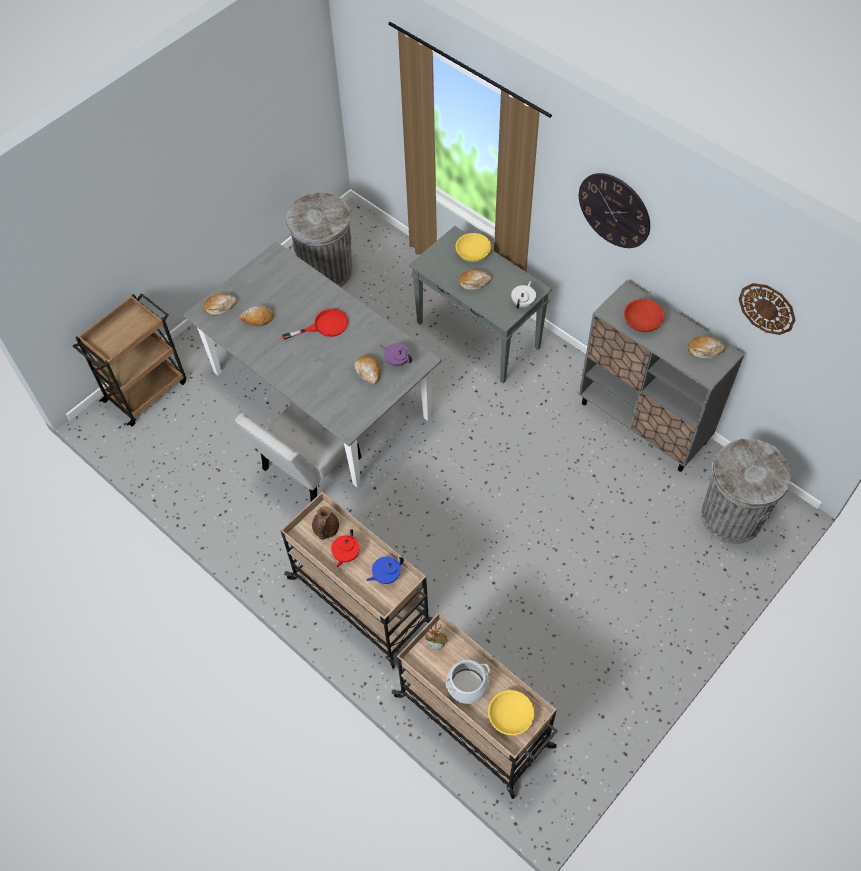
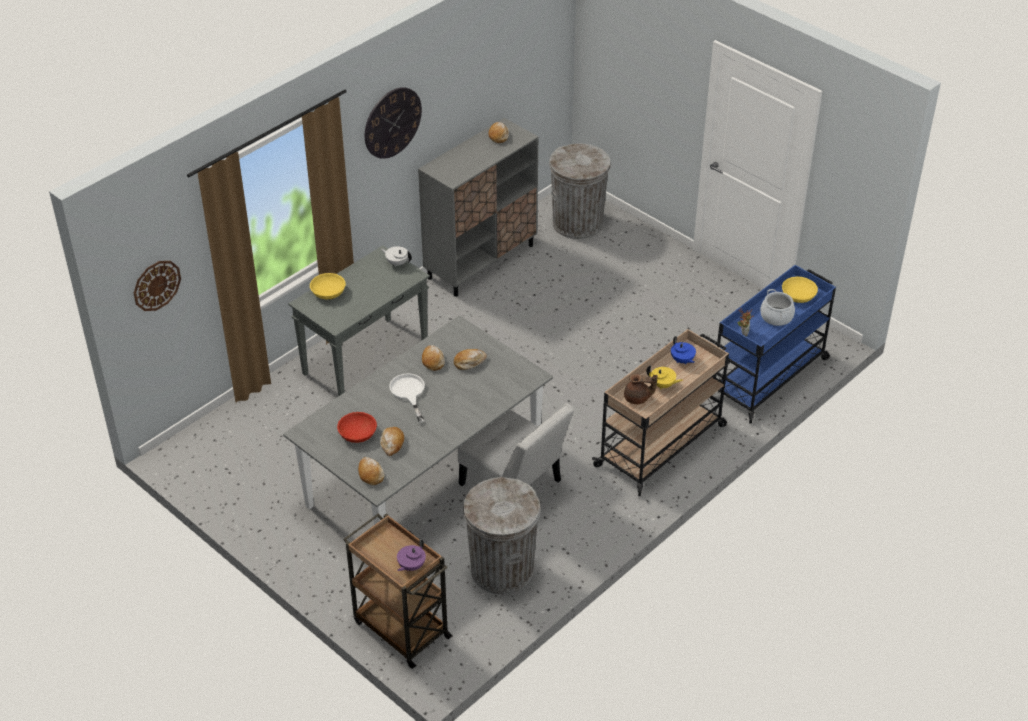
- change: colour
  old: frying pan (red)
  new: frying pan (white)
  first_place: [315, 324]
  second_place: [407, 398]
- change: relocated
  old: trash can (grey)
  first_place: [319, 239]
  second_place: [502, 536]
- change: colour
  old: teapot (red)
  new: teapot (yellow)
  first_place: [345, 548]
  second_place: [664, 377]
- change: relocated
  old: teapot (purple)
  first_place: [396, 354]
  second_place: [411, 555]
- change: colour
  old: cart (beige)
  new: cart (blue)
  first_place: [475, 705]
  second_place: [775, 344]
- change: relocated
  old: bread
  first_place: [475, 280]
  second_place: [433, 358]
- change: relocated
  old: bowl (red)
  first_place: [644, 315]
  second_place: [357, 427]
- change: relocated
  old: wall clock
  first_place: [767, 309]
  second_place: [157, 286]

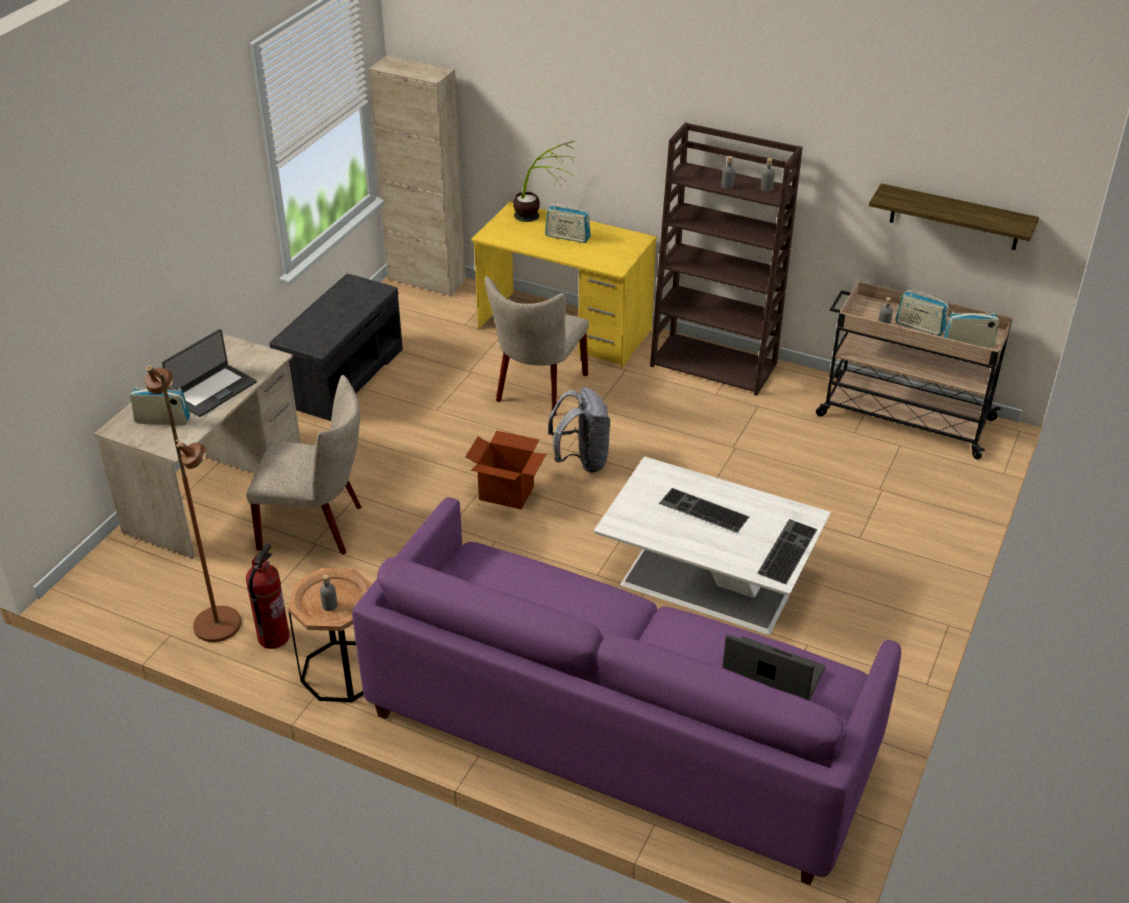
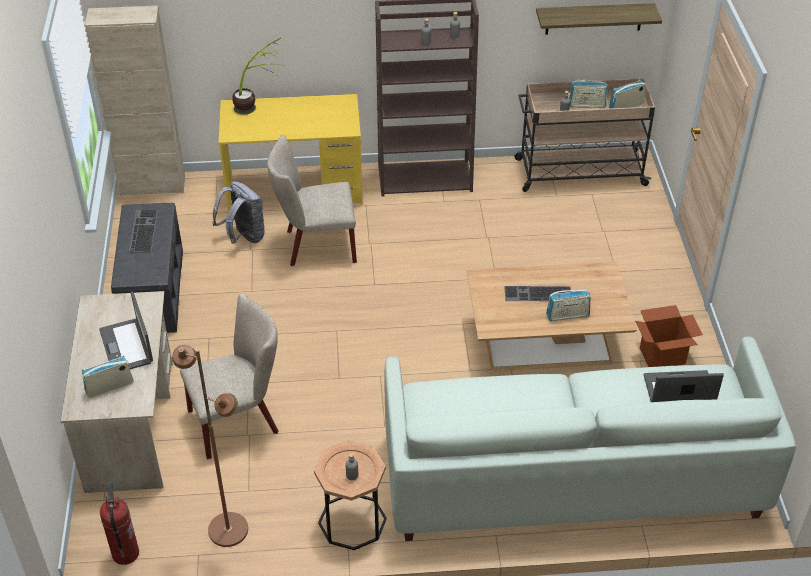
- change: spun
  old: laptop
  first_place: [209, 373]
  second_place: [126, 330]
  degrees: 150
- change: relocated
  old: fire extinguisher
  first_place: [268, 596]
  second_place: [119, 523]
- change: colour
  old: sofa (purple)
  new: sofa (white)
  first_place: [626, 691]
  second_place: [590, 438]
- change: relocated
  old: cardboard box
  first_place: [505, 469]
  second_place: [669, 336]
- change: spun
  old: chair (beige)
  first_place: [537, 346]
  second_place: [312, 200]
  degrees: 90
- change: relocated
  old: radio
  first_place: [568, 222]
  second_place: [568, 305]
- change: relocated
  old: backpack (grey)
  first_place: [579, 430]
  second_place: [238, 212]
- change: colour
  old: coffee table (white)
  new: coffee table (brown)
  first_place: [712, 545]
  second_place: [552, 316]
- change: relocated
  old: keyboard
  first_place: [787, 551]
  second_place: [143, 231]

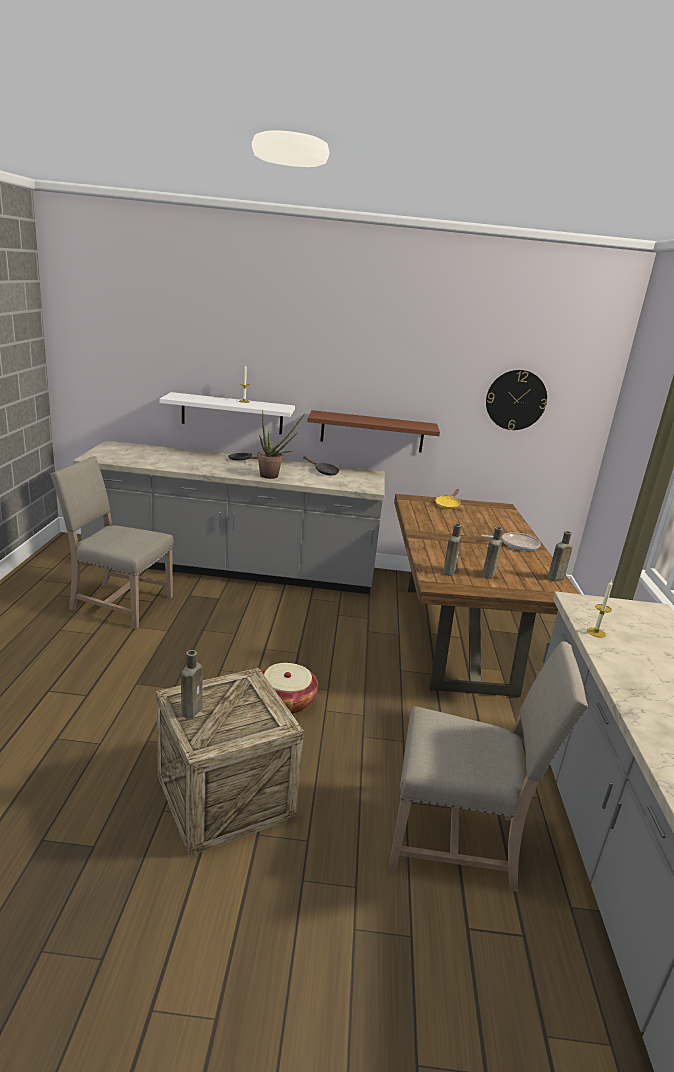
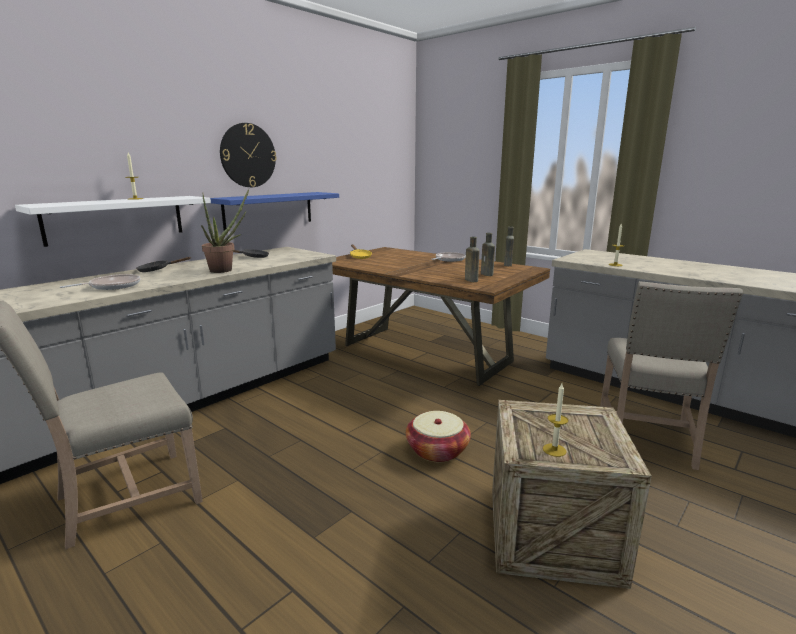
- change: exchanged
  old: bottle (brown)
  new: candle
  first_place: [192, 684]
  second_place: [555, 420]
- change: colour
  old: shelf (brown)
  new: shelf (blue)
  first_place: [373, 431]
  second_place: [274, 211]
- change: spun
  old: chair (beige)
  first_place: [488, 766]
  second_place: [671, 375]
  degrees: 150
- change: relocated
  old: wall clock
  first_place: [516, 400]
  second_place: [248, 155]
- change: appeared
  new: frying pan
  second_place: [100, 282]

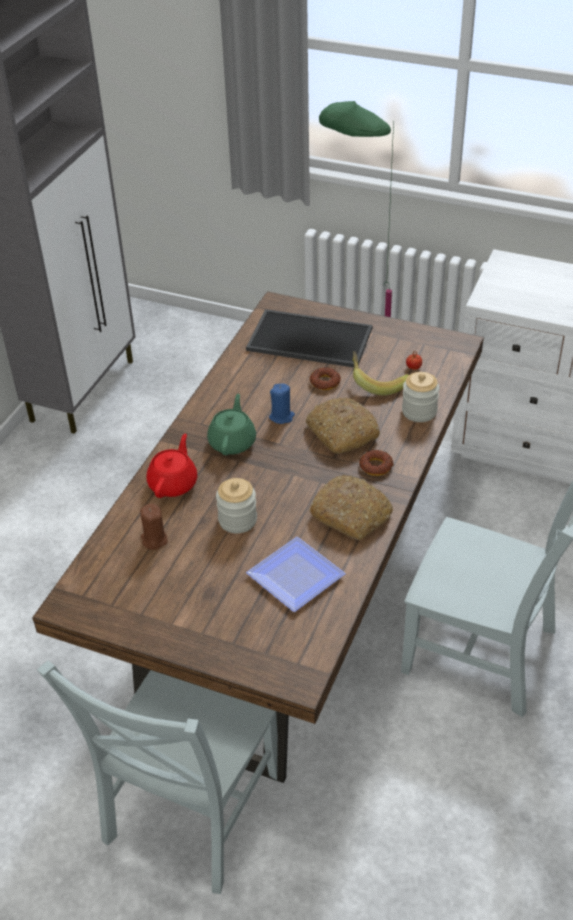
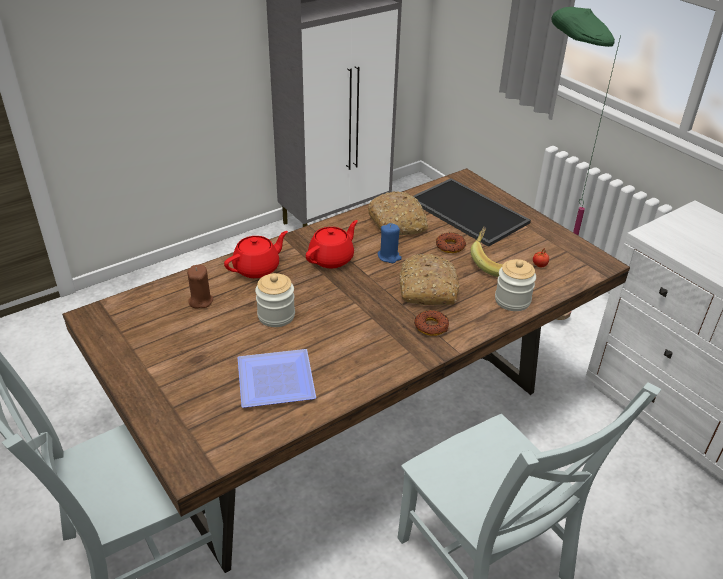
- change: colour
  old: teapot (green)
  new: teapot (red)
  first_place: [231, 424]
  second_place: [332, 244]
- change: relocated
  old: bread
  first_place: [351, 507]
  second_place: [398, 213]

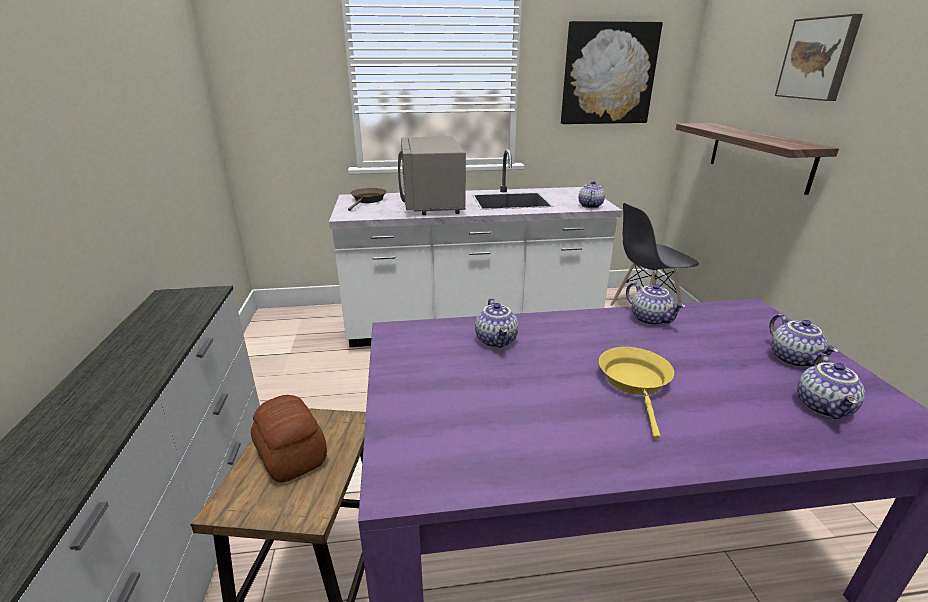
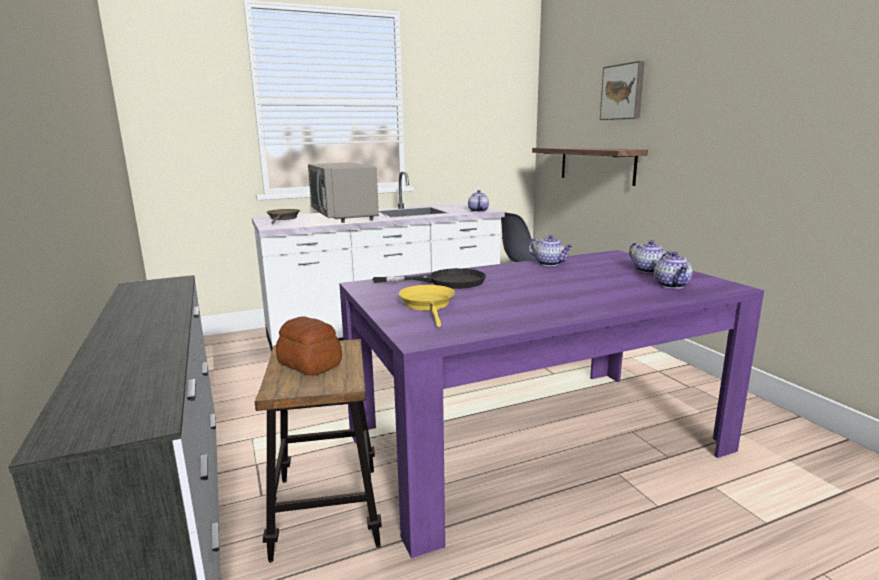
- change: exchanged
  old: teapot
  new: frying pan (black)
  first_place: [496, 323]
  second_place: [429, 278]
- change: missing
  old: picture
  first_place: [612, 72]
- change: relocated
  old: frying pan (yellow)
  first_place: [636, 393]
  second_place: [427, 306]

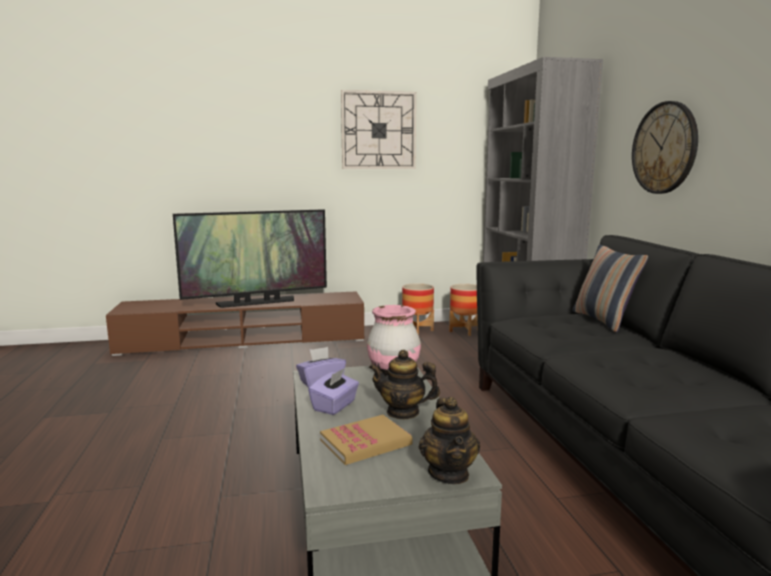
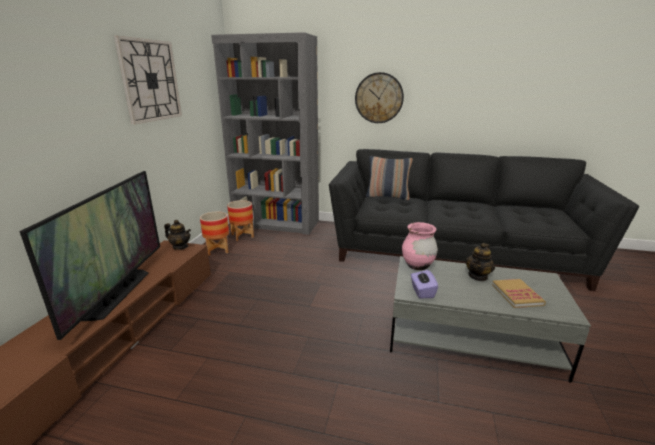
- change: missing
  old: tissue box (purple)
  first_place: [333, 391]
- change: relocated
  old: teapot
  first_place: [449, 440]
  second_place: [177, 235]

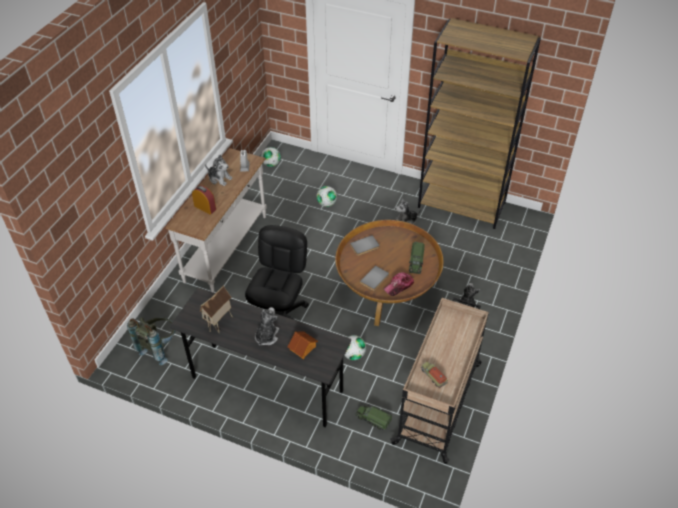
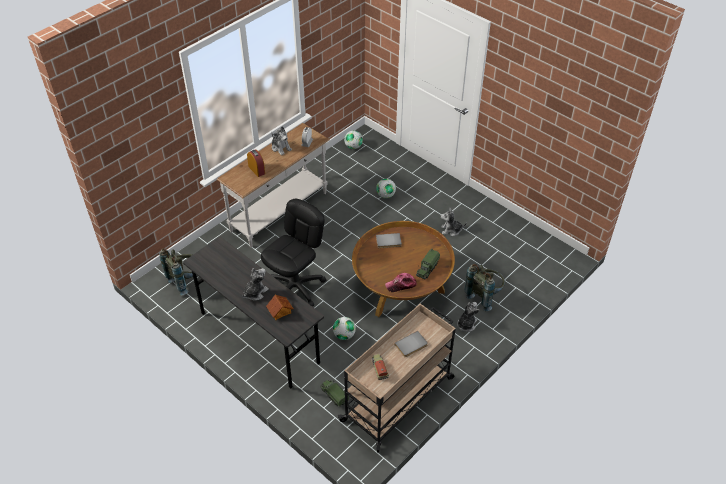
- change: missing
  old: toy house
  first_place: [216, 309]
- change: relocated
  old: book (grey)
  first_place: [374, 278]
  second_place: [411, 344]
- change: missing
  old: bookcase (brown)
  first_place: [479, 123]
- change: appeared
  new: backpack (grey)
  second_place: [484, 287]

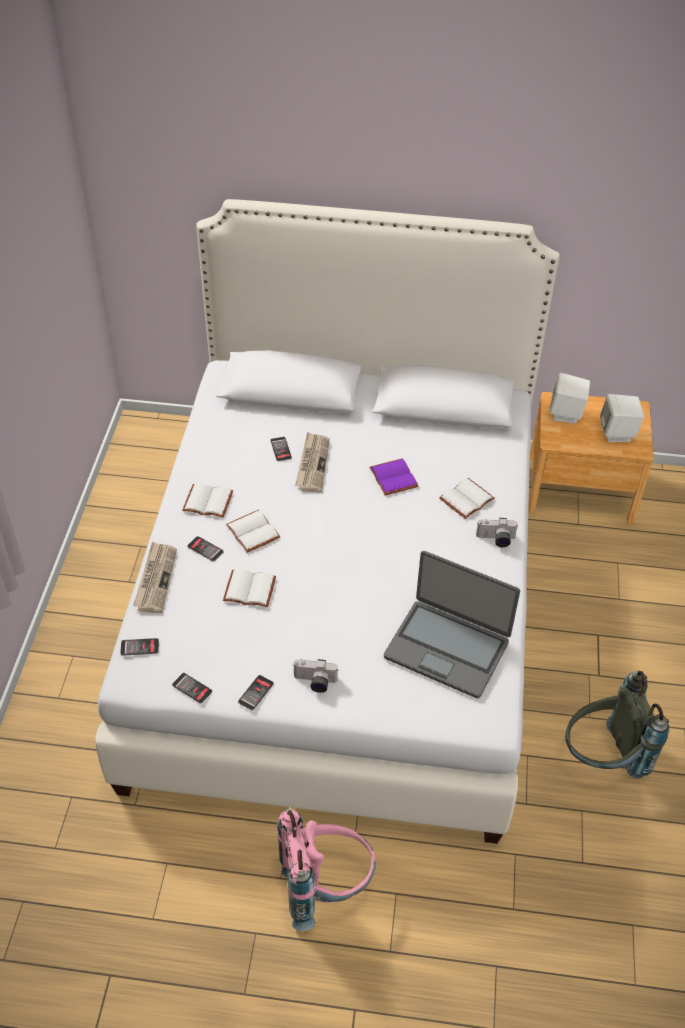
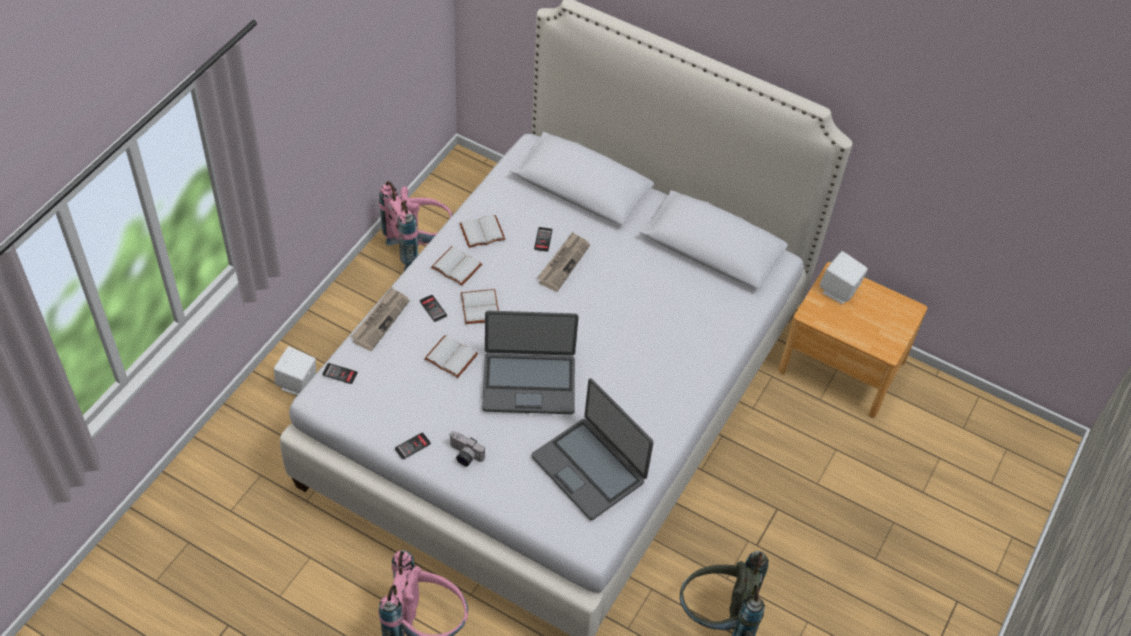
- change: missing
  old: phone
  first_place: [192, 688]
- change: missing
  old: book (purple)
  first_place: [393, 476]
- change: relocated
  old: book (white)
  first_place: [467, 498]
  second_place: [482, 231]
- change: missing
  old: photo camera
  first_place: [497, 532]
- change: relocated
  old: speaker (white)
  first_place: [622, 418]
  second_place: [295, 370]
- change: appeared
  new: backpack (pink)
  second_place: [416, 226]
- change: appeared
  new: laptop
  second_place: [530, 362]

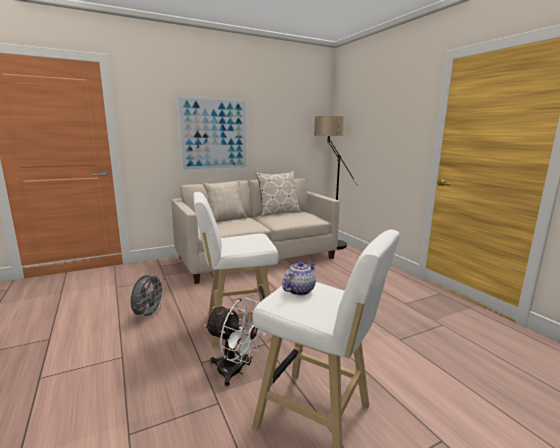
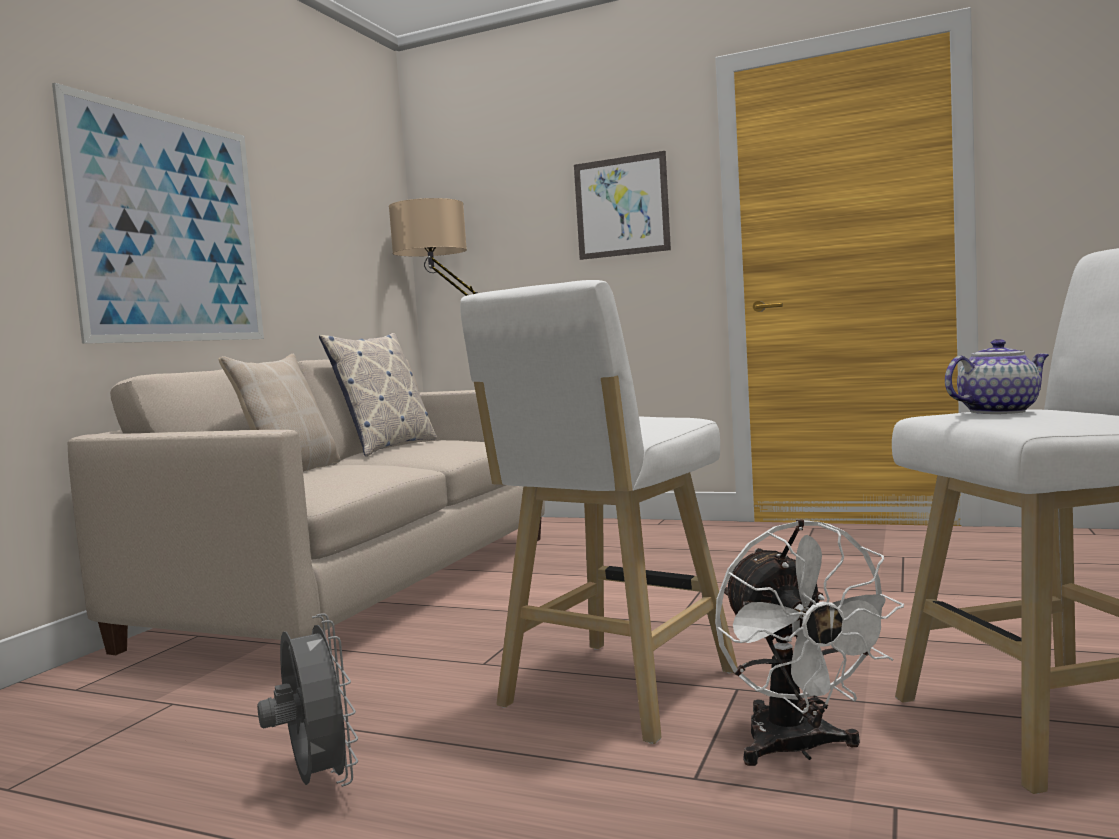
- change: spun
  old: fan (white)
  first_place: [235, 341]
  second_place: [809, 642]
  degrees: 90
- change: spun
  old: teapot
  first_place: [299, 279]
  second_place: [997, 376]
  degrees: 75
- change: appeared
  new: picture
  second_place: [622, 205]

